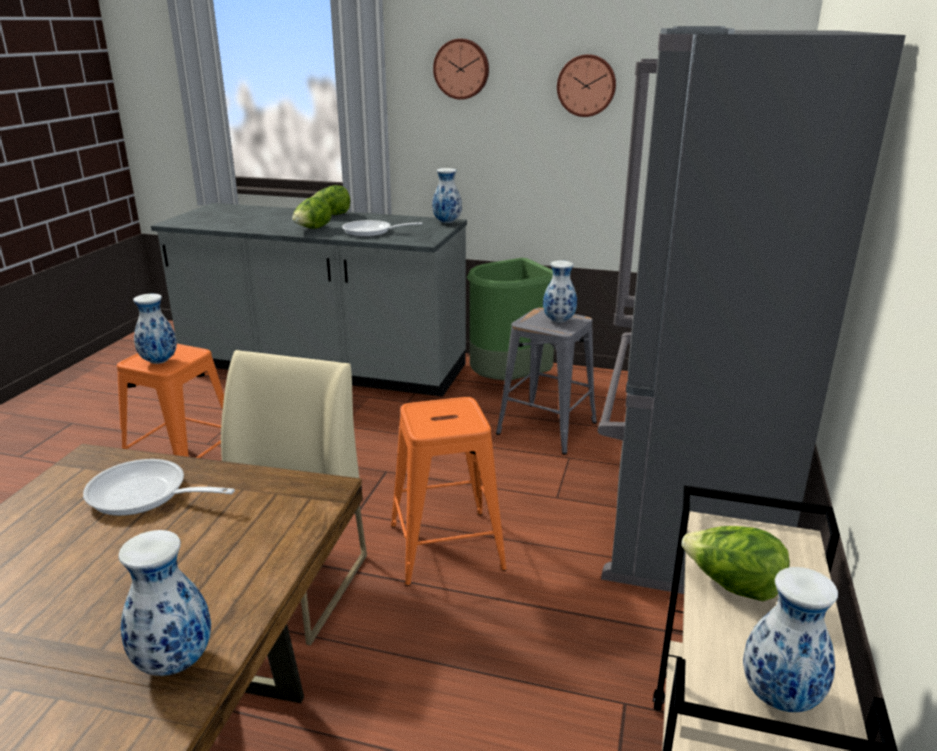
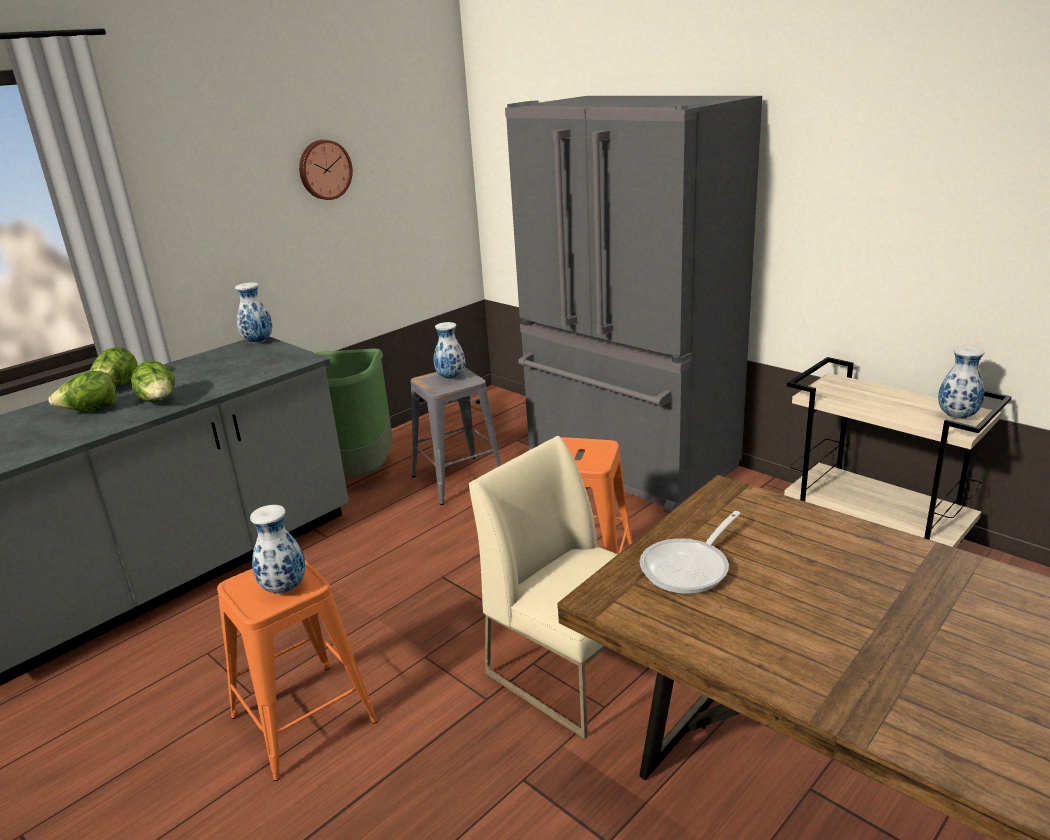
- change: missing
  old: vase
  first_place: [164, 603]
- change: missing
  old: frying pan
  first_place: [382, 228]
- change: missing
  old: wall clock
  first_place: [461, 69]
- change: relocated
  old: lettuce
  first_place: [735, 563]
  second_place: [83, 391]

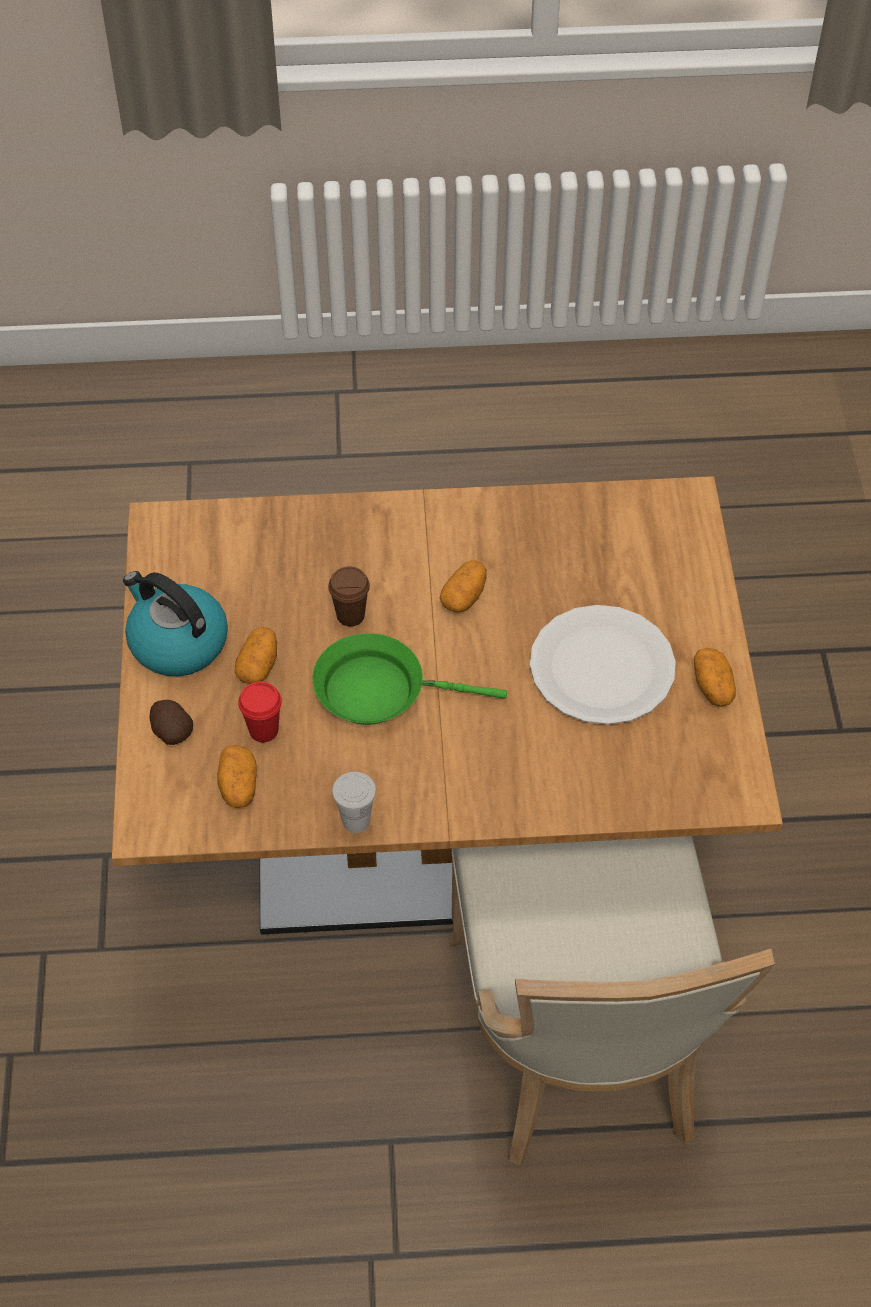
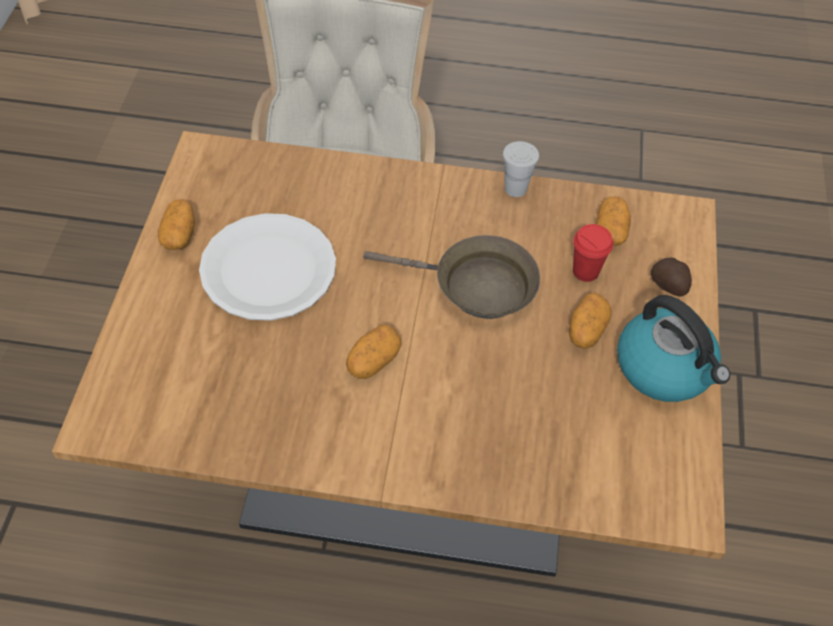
- change: colour
  old: frying pan (green)
  new: frying pan (brown)
  first_place: [410, 679]
  second_place: [451, 277]
- change: missing
  old: cup (brown)
  first_place: [349, 596]

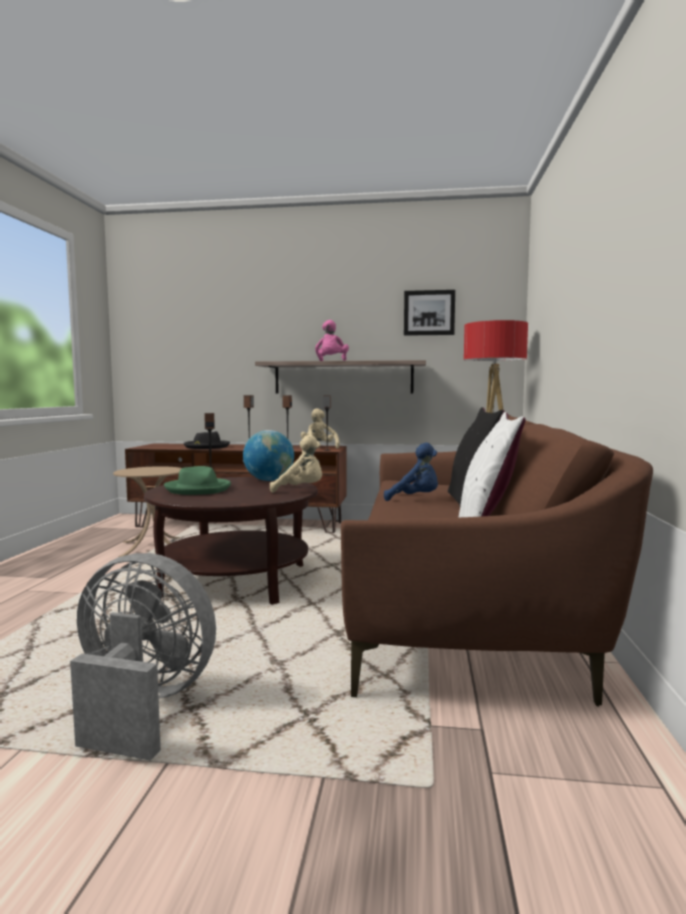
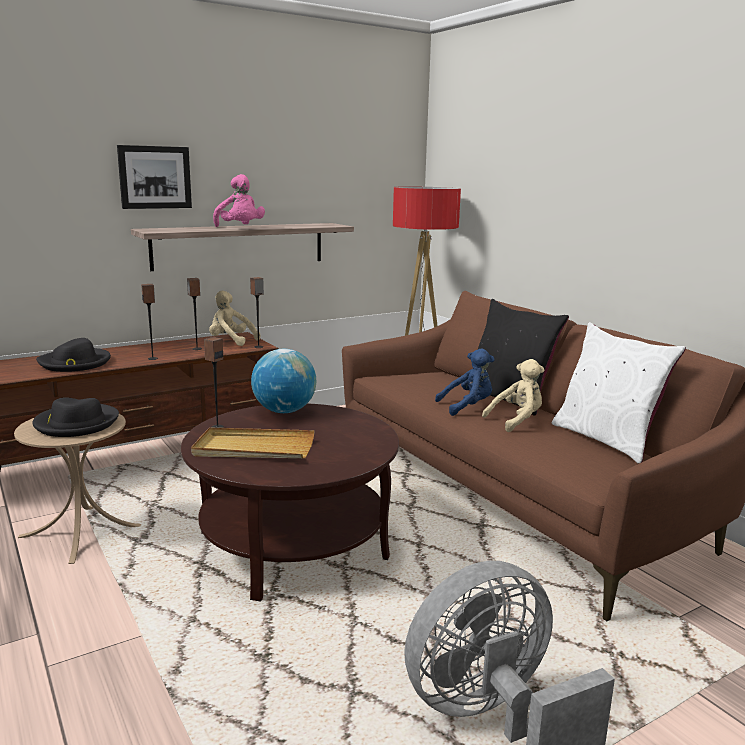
- change: exchanged
  old: hat (green)
  new: tray (beige)
  first_place: [197, 480]
  second_place: [252, 442]
- change: relocated
  old: plush toy (beige)
  first_place: [296, 464]
  second_place: [513, 395]
- change: relocated
  old: picture
  first_place: [429, 313]
  second_place: [154, 177]
- change: appeared
  new: hat (black)
  second_place: [75, 417]

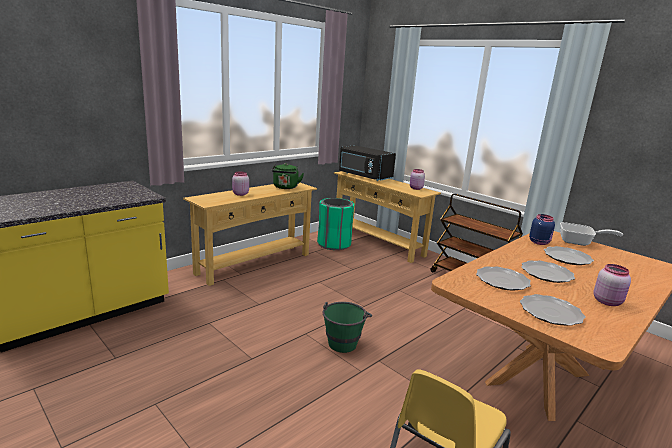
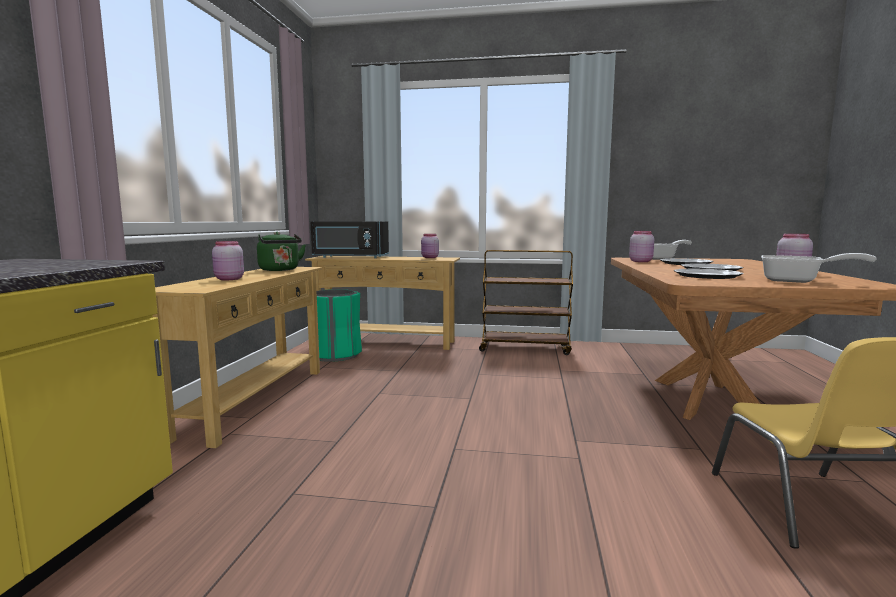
- change: missing
  old: bucket (green)
  first_place: [347, 327]
- change: exchanged
  old: plate
  new: frying pan
  first_place: [553, 310]
  second_place: [819, 268]
- change: colour
  old: jar (blue)
  new: jar (pink)
  first_place: [542, 229]
  second_place: [641, 246]

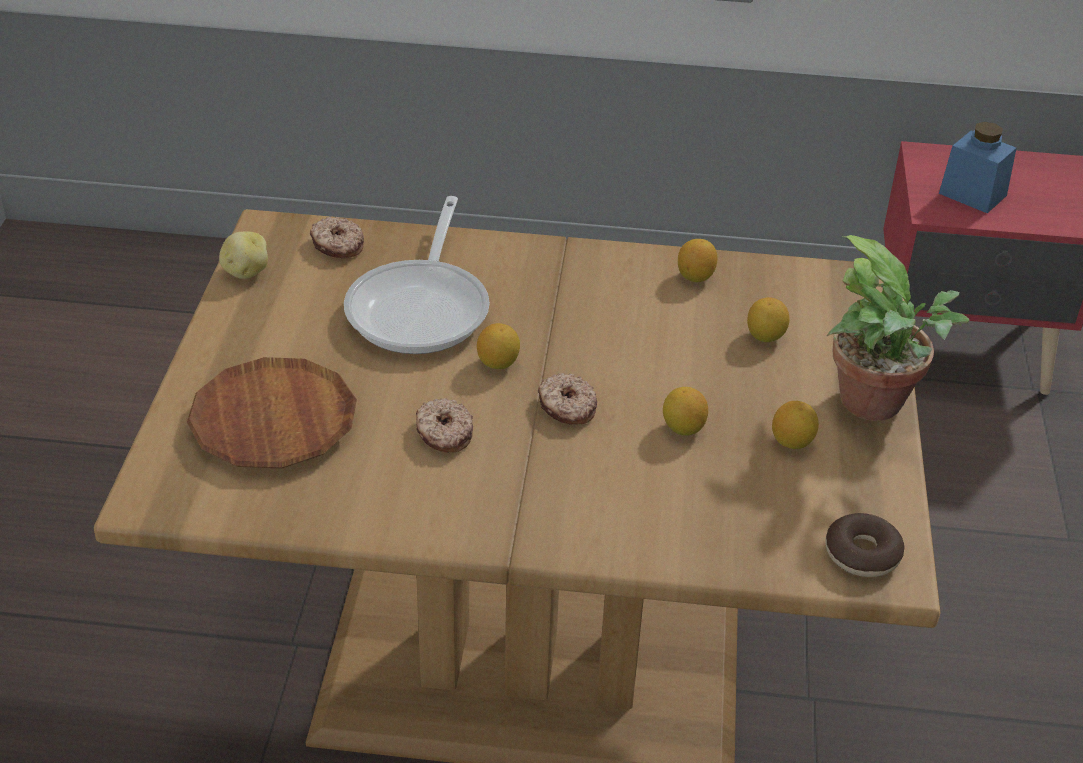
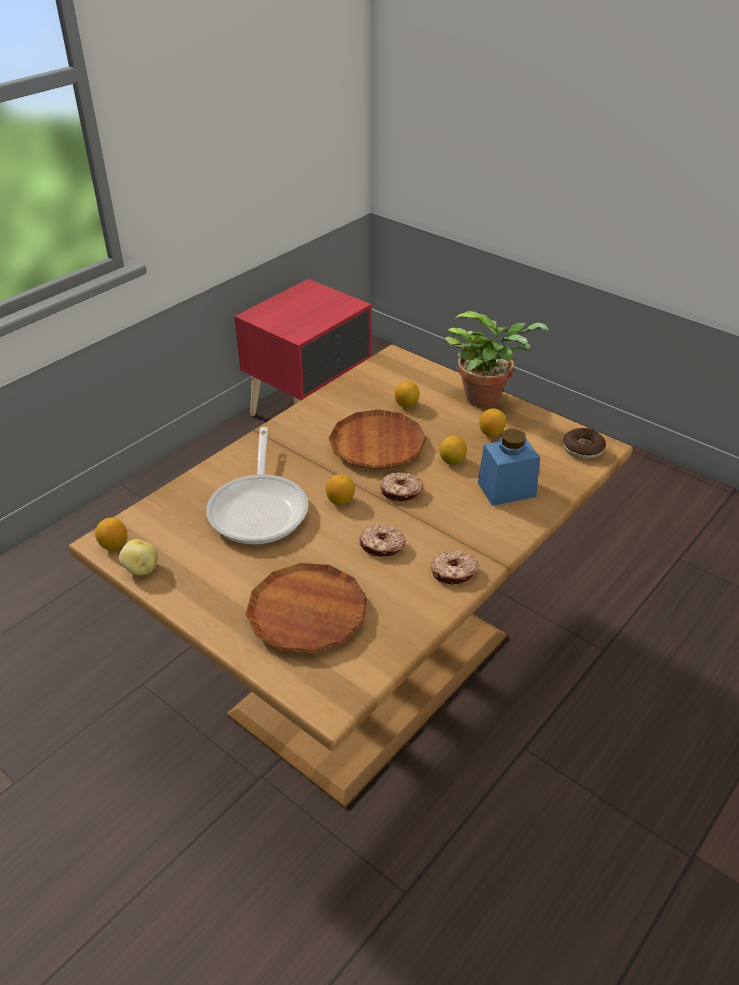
- change: relocated
  old: donut
  first_place: [337, 238]
  second_place: [455, 567]
- change: spun
  old: frying pan
  first_place: [417, 275]
  second_place: [257, 486]
  degrees: 45
- change: relocated
  old: lemon
  first_place: [697, 260]
  second_place: [111, 534]
- change: relocated
  old: jar (blue)
  first_place: [978, 167]
  second_place: [509, 467]
- change: appeared
  new: plate (brown)
  second_place: [377, 439]

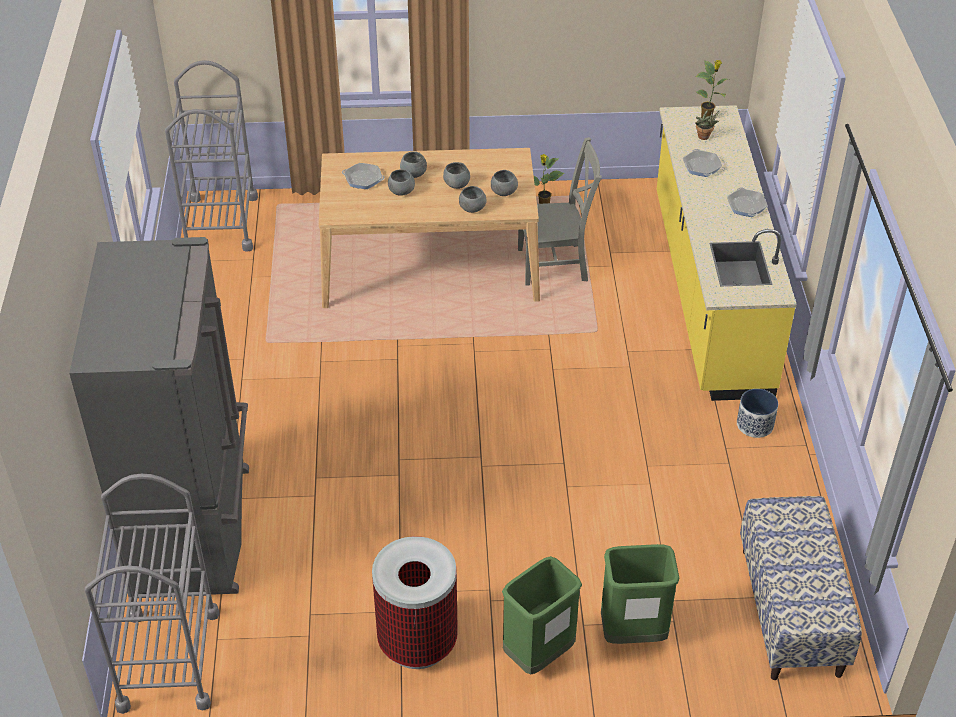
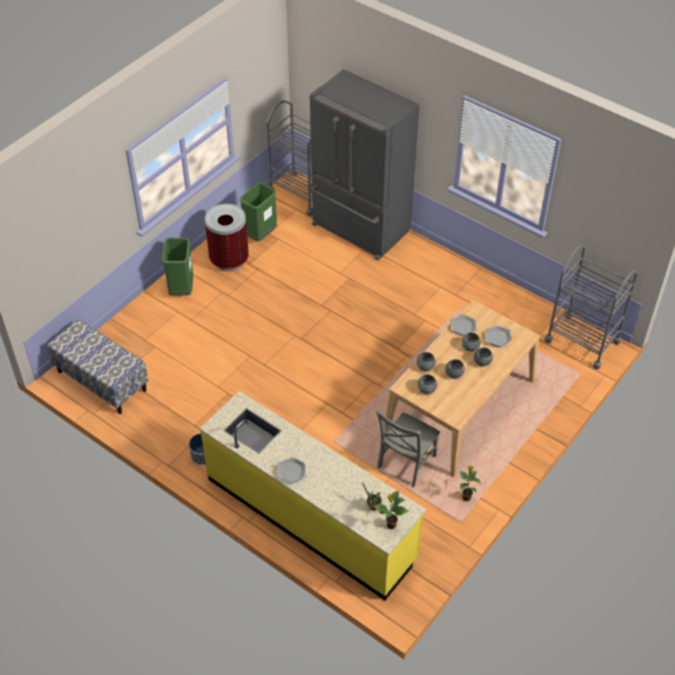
- change: relocated
  old: trash can (green)
  first_place: [640, 594]
  second_place: [258, 212]
- change: relocated
  old: frying pan
  first_place: [702, 163]
  second_place: [463, 325]

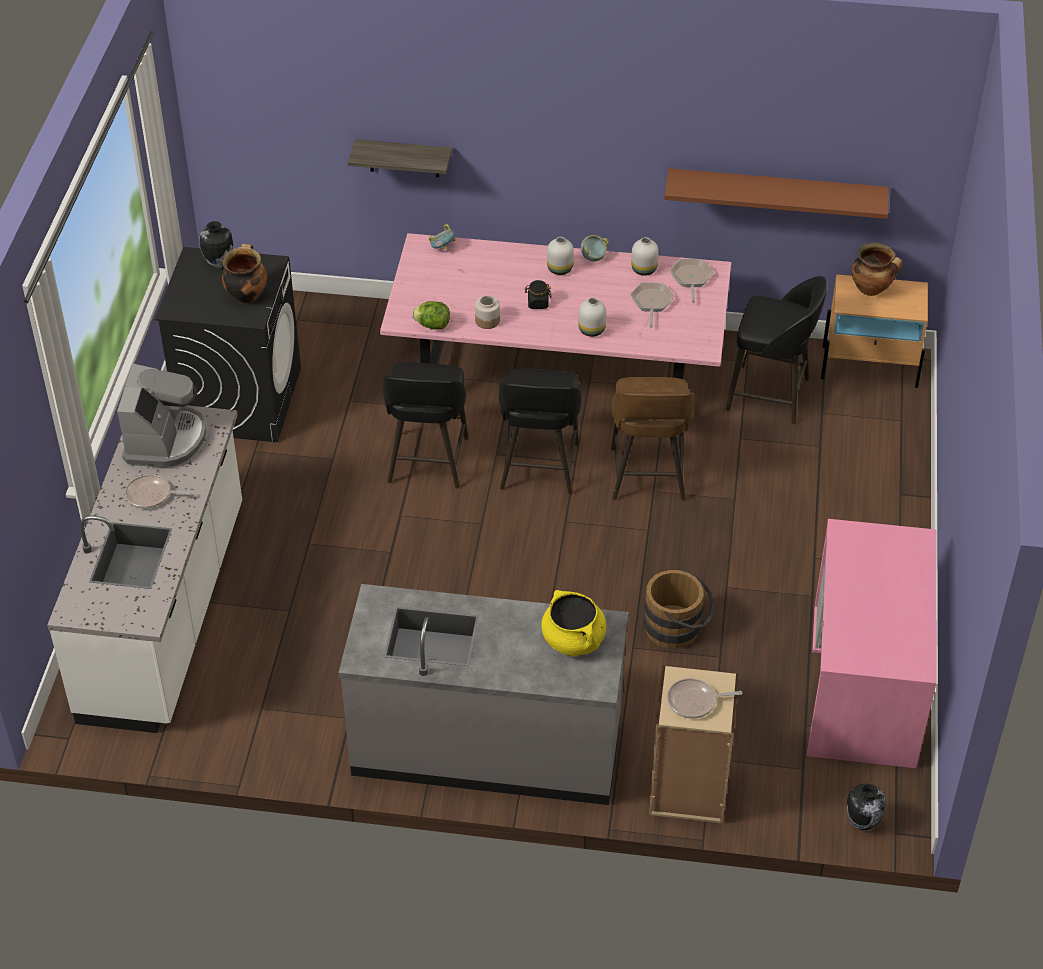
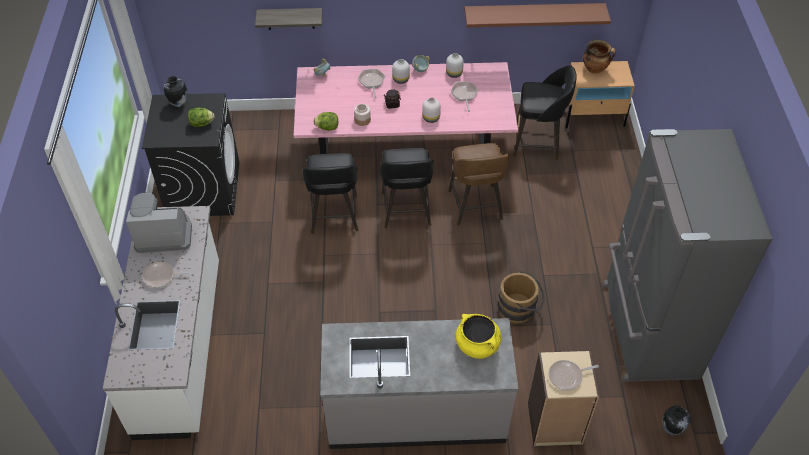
- change: spun
  old: coffee machine
  first_place: [161, 415]
  second_place: [159, 223]
  degrees: -90
- change: exchanged
  old: cooking pot
  new: lettuce
  first_place: [244, 273]
  second_place: [201, 117]
- change: relocated
  old: frying pan
  first_place: [691, 281]
  second_place: [371, 84]
- change: exchanged
  old: desk (pink)
  new: fridge (grey)
  first_place: [872, 643]
  second_place: [687, 255]

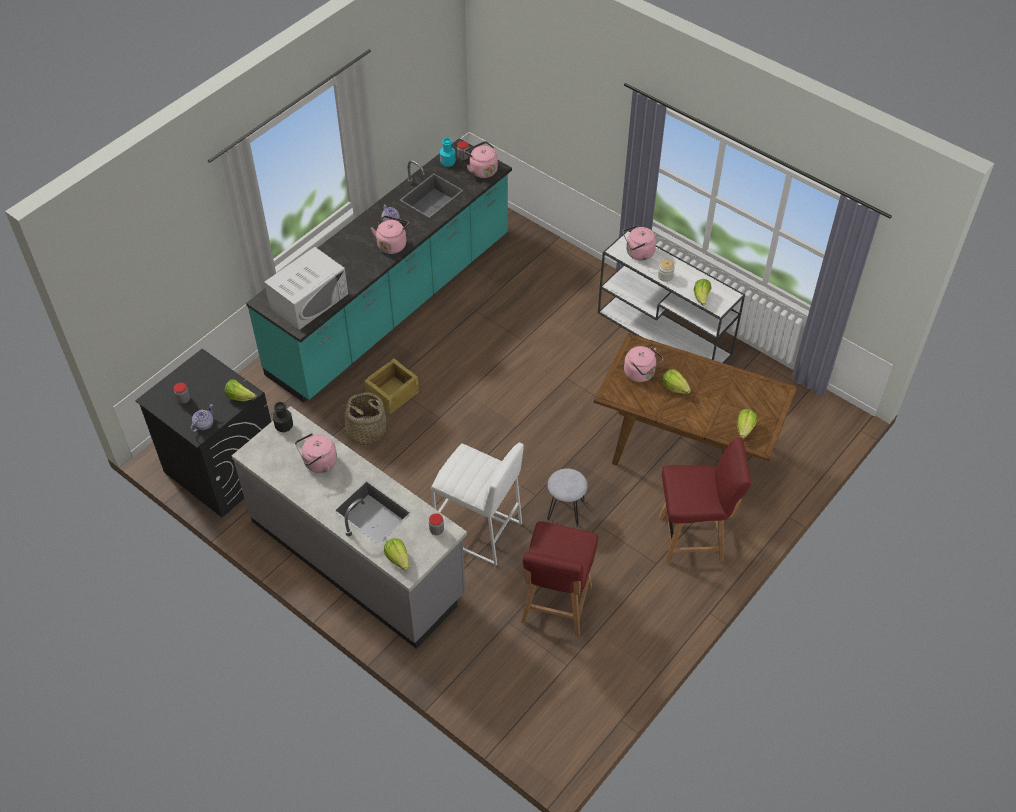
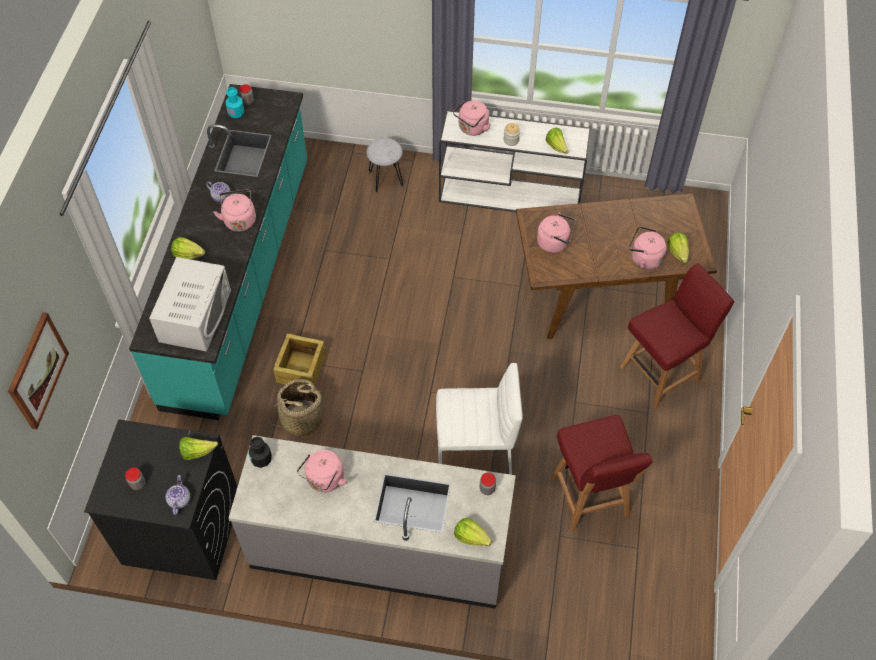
- change: relocated
  old: kettle (pink)
  first_place: [481, 159]
  second_place: [648, 247]
- change: relocated
  old: stool (grey)
  first_place: [567, 497]
  second_place: [384, 165]
- change: relocated
  old: lettuce
  first_place: [676, 381]
  second_place: [188, 248]
- change: appeared
  new: picture
  second_place: [38, 370]

